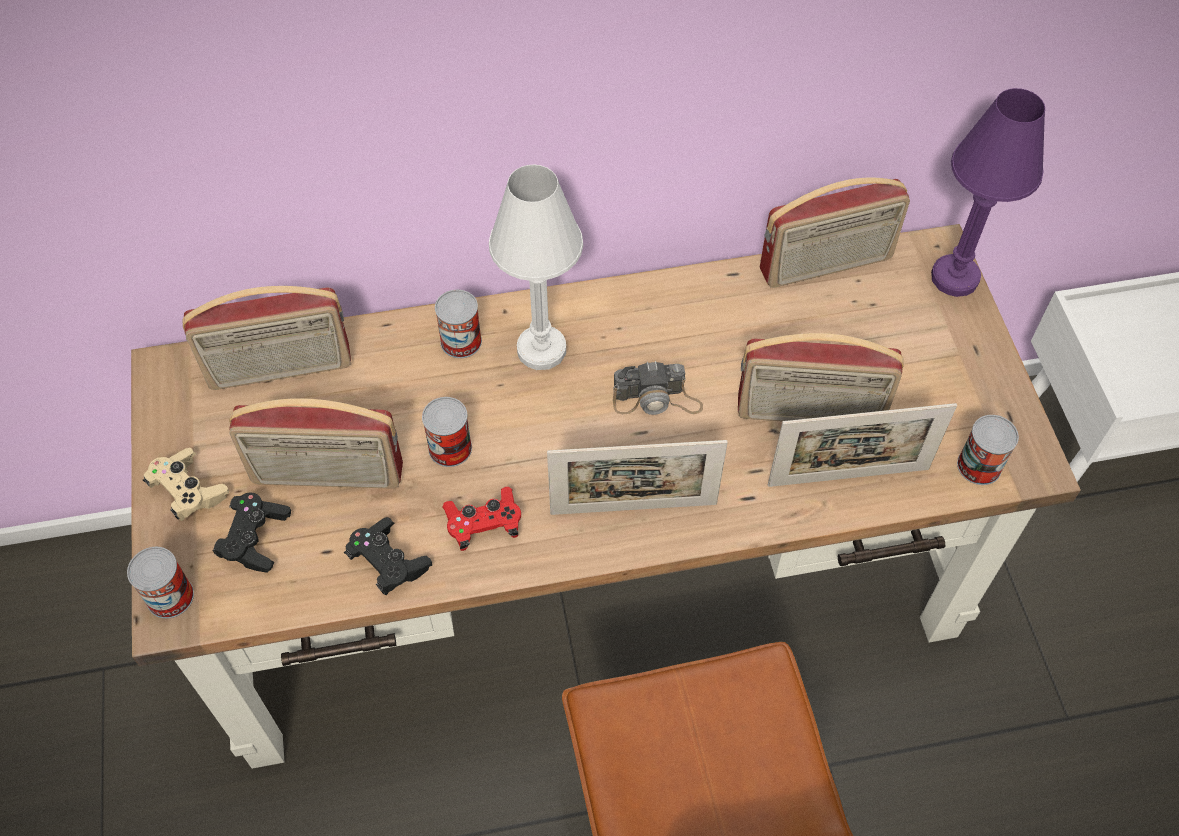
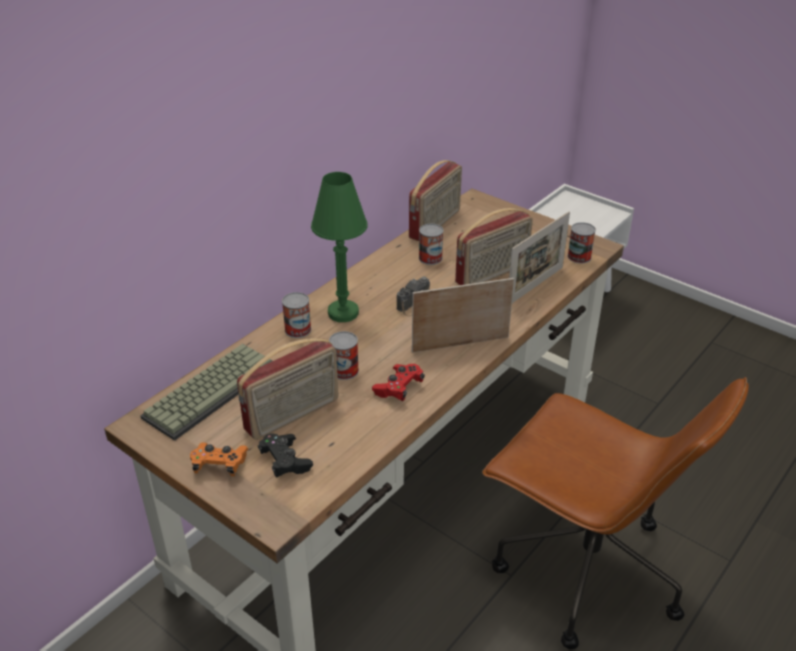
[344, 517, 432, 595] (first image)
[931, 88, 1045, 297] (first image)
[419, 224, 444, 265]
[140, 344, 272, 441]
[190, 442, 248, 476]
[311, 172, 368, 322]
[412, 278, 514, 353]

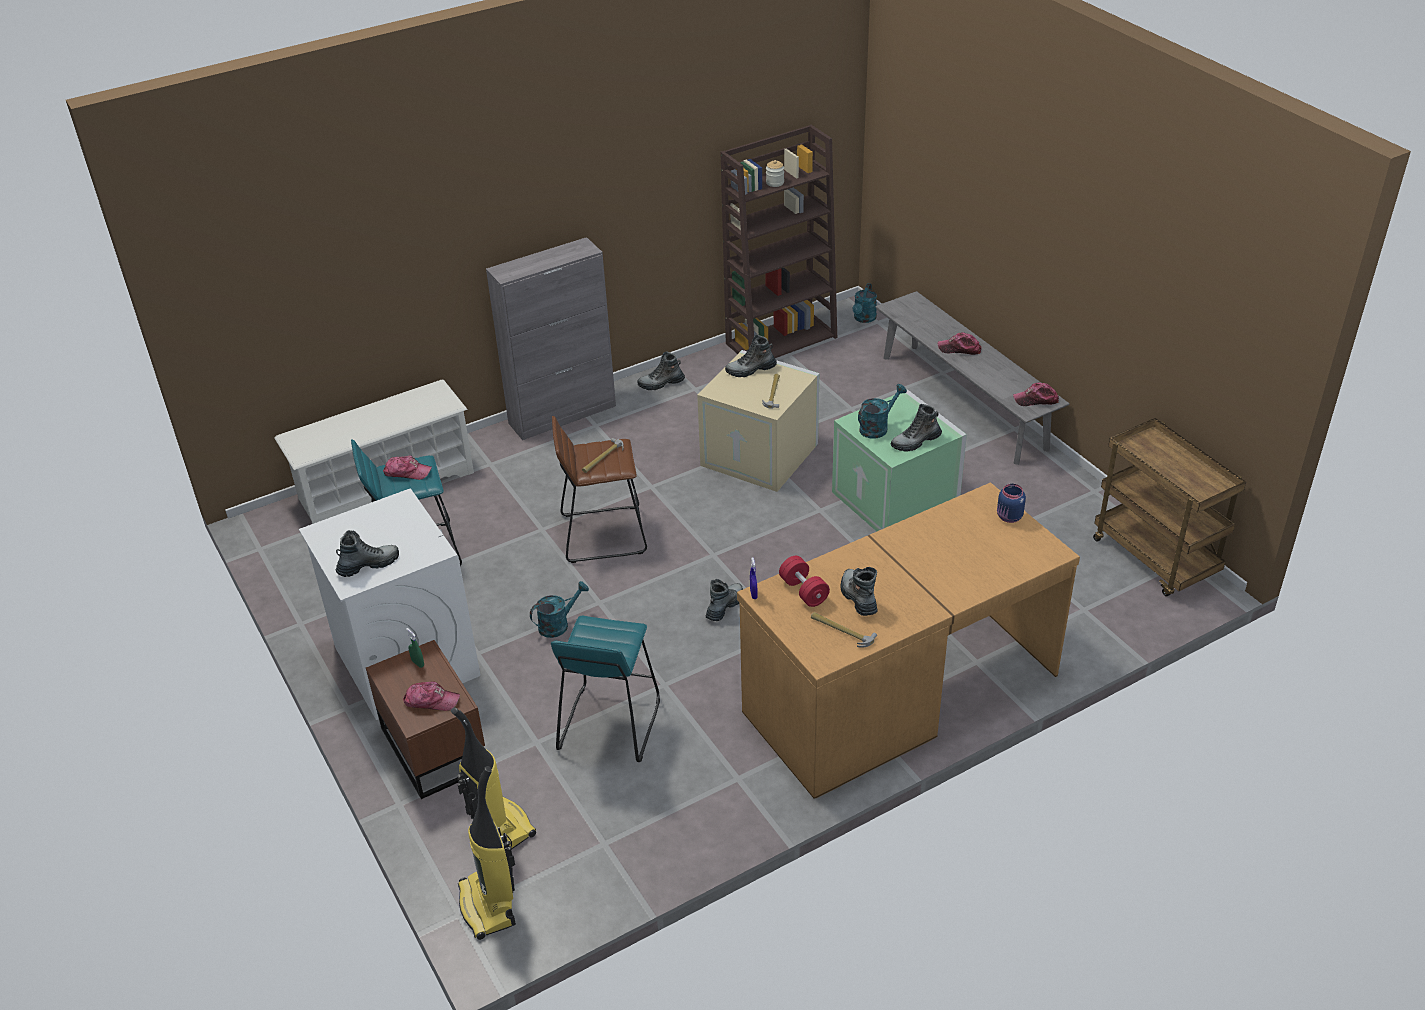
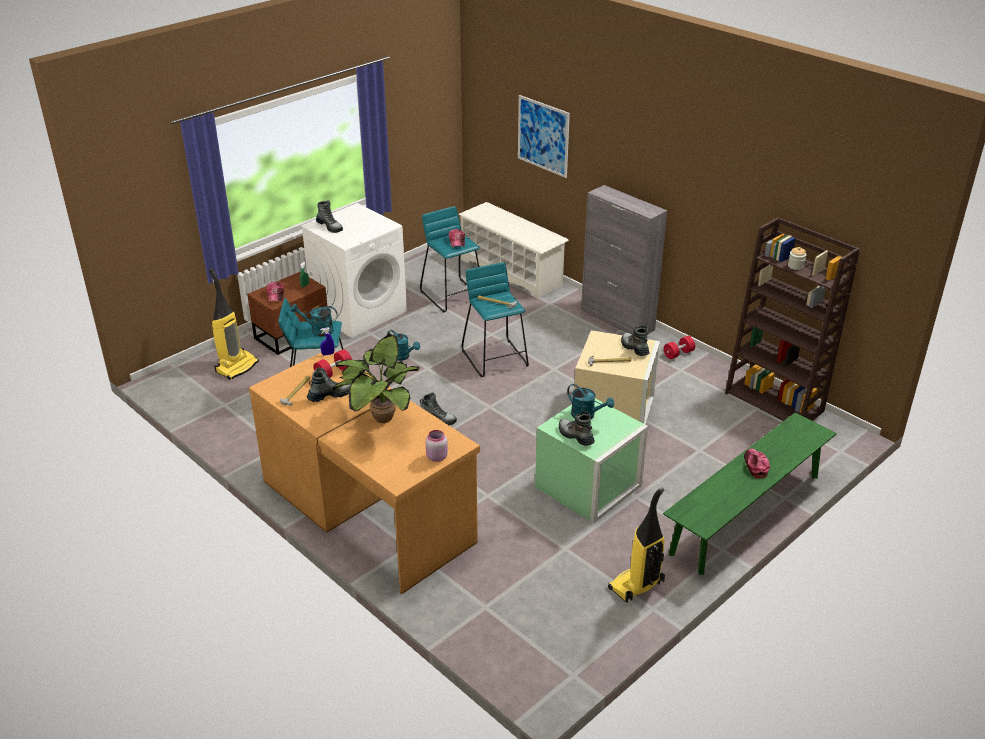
[1013, 383, 1059, 406] (first image)
[1093, 418, 1246, 596] (first image)
[332, 333, 420, 423]
[518, 95, 570, 178]
[608, 487, 665, 603]
[291, 304, 338, 337]
[664, 336, 695, 359]
[461, 262, 529, 377]
[663, 413, 837, 575]
[426, 430, 448, 462]

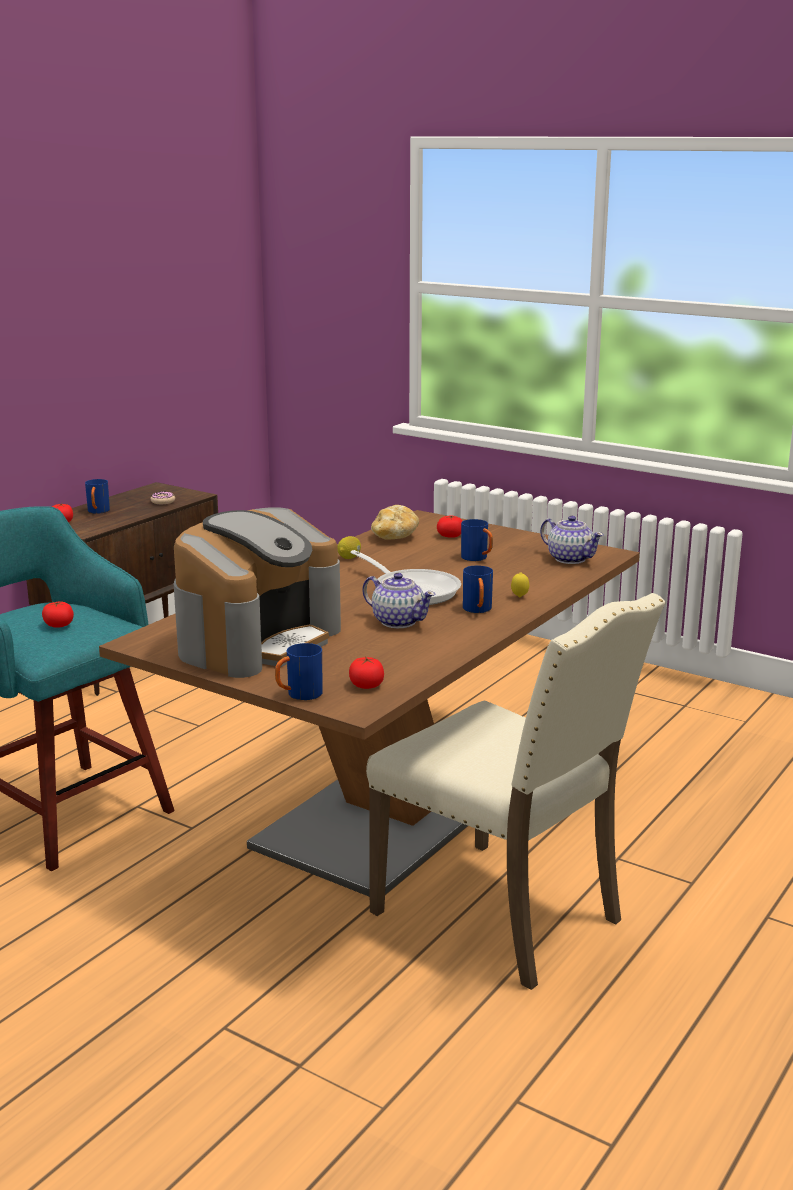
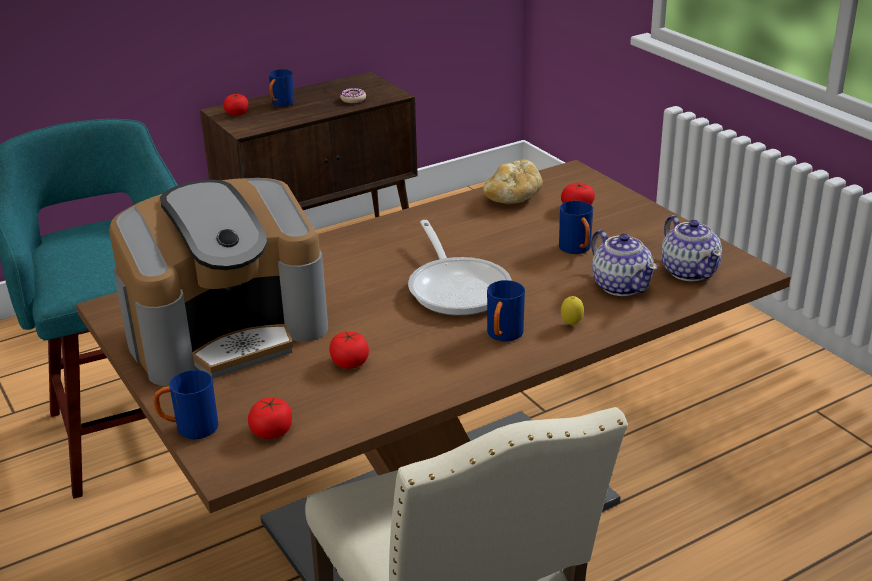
[338, 536, 361, 559] (first image)
[329, 331, 369, 369]
[591, 230, 658, 296]

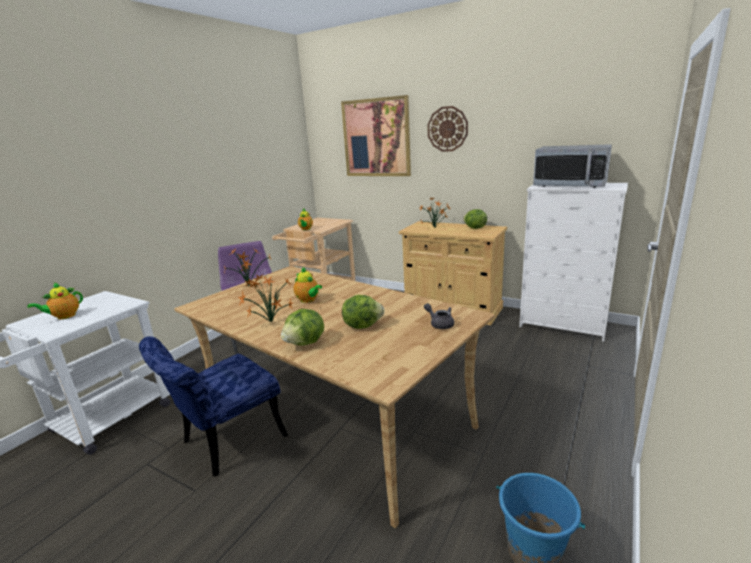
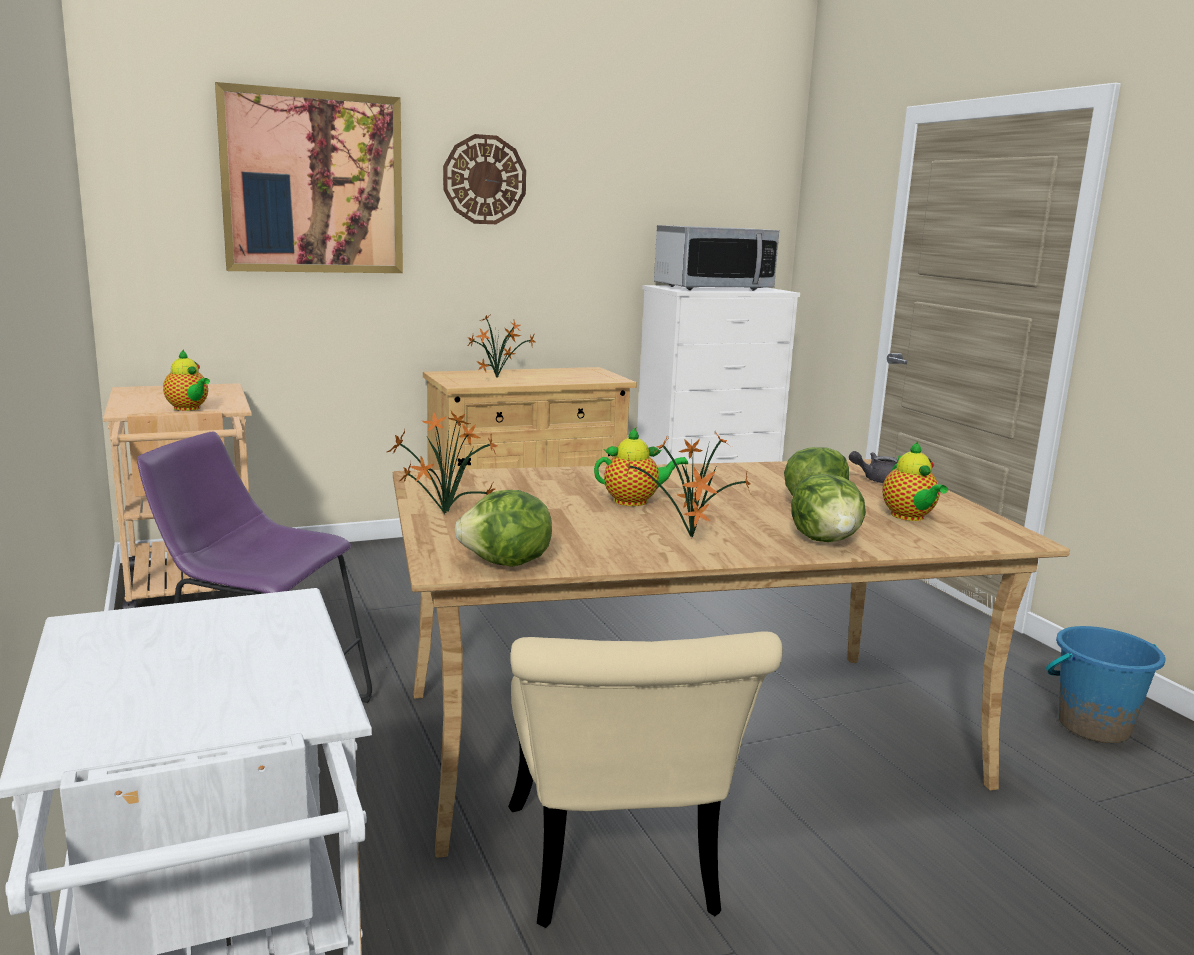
[882, 442, 948, 521]
[454, 490, 552, 567]
[508, 631, 783, 928]

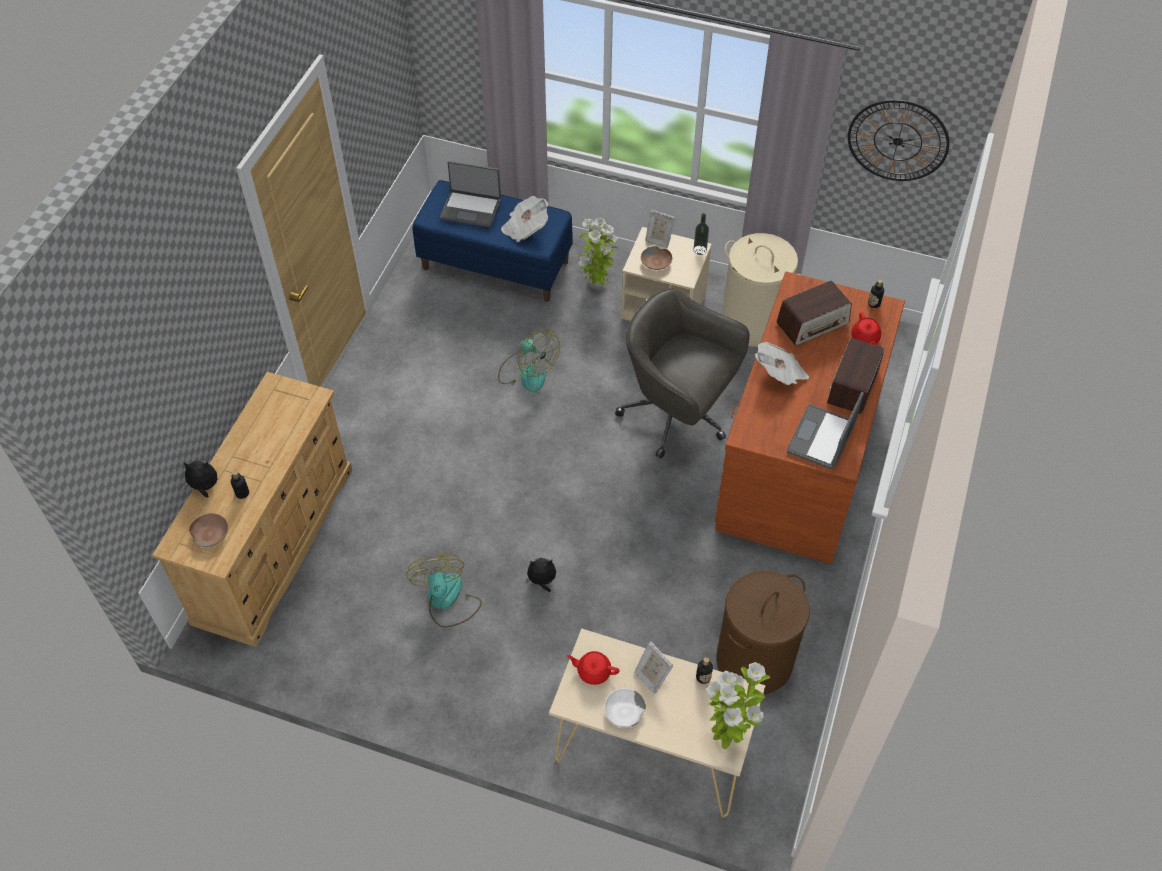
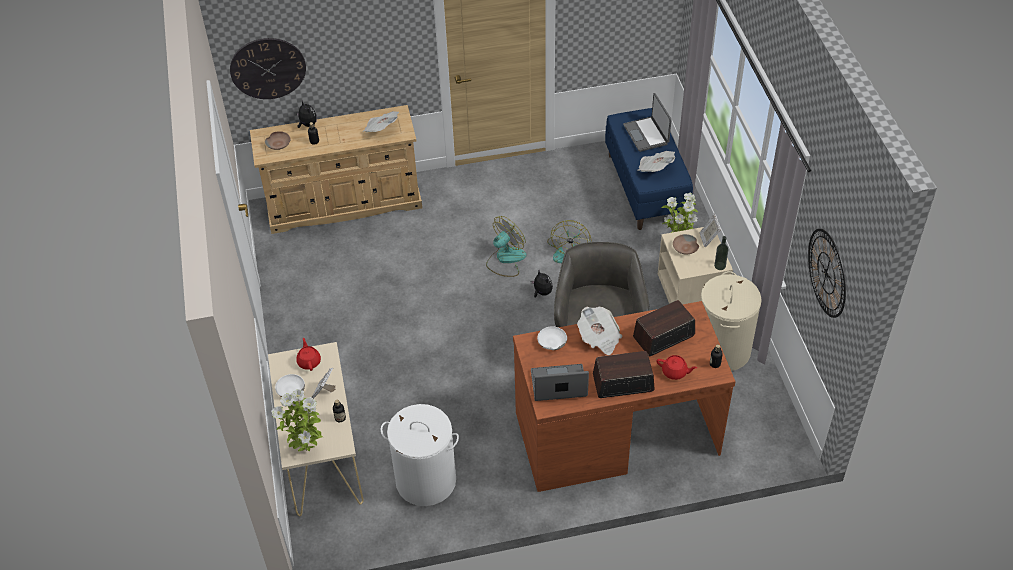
[230, 38, 306, 99]
[363, 111, 399, 132]
[537, 326, 567, 350]
[486, 216, 527, 277]
[531, 270, 553, 298]
[381, 404, 459, 506]
[633, 300, 695, 356]
[657, 355, 697, 380]

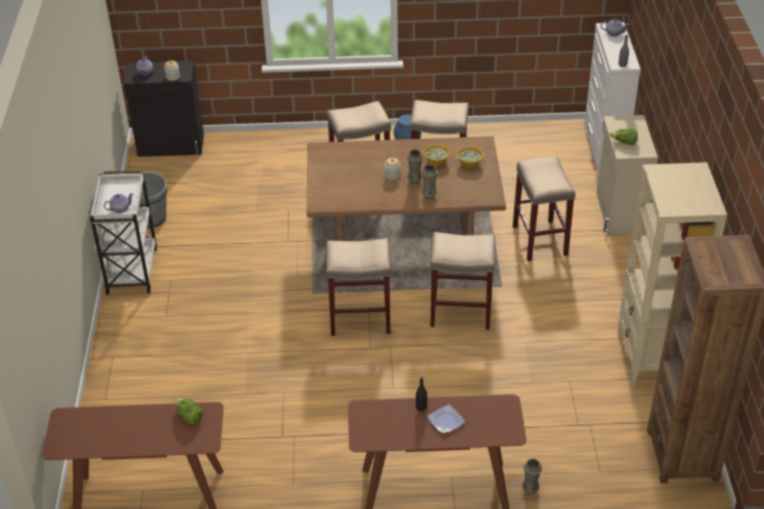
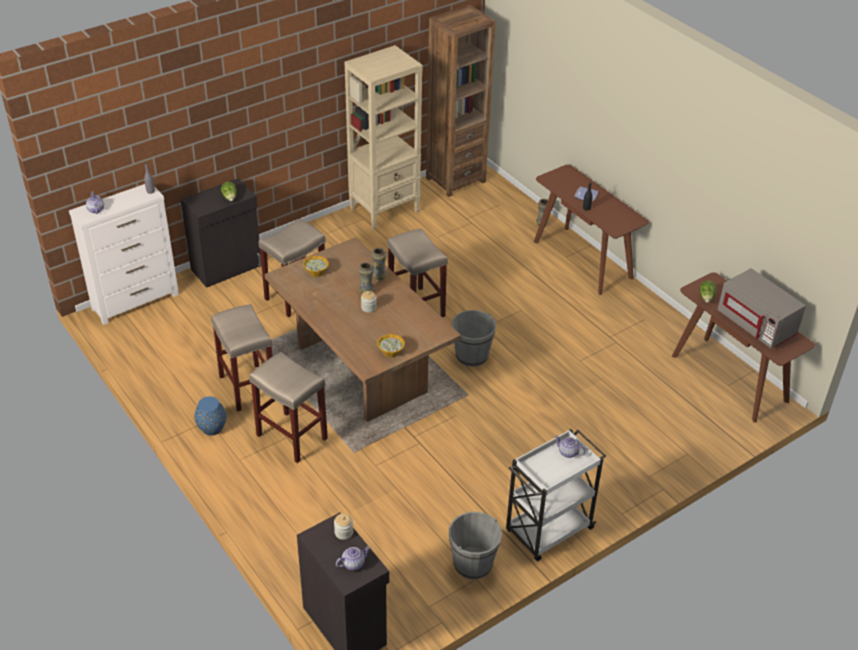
[718, 268, 806, 348]
[377, 334, 405, 358]
[452, 310, 496, 367]
[180, 178, 262, 288]

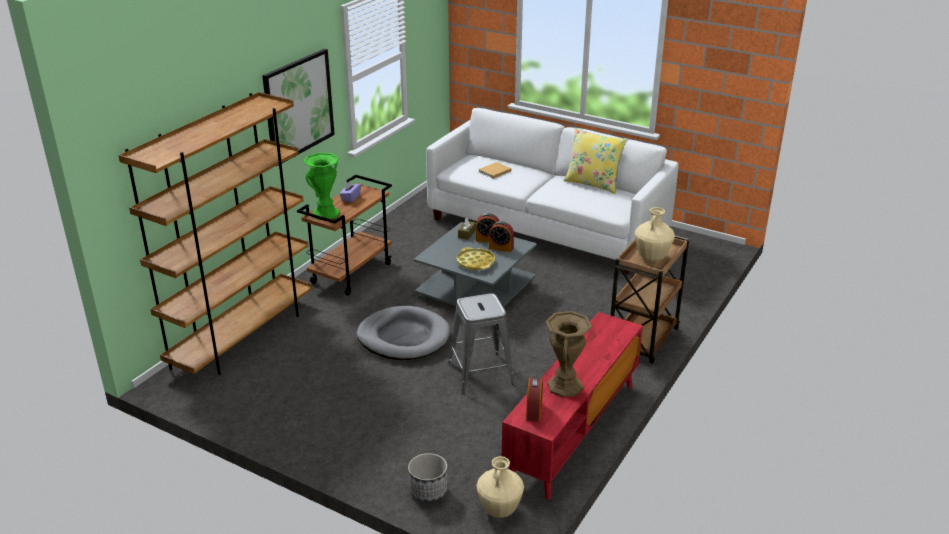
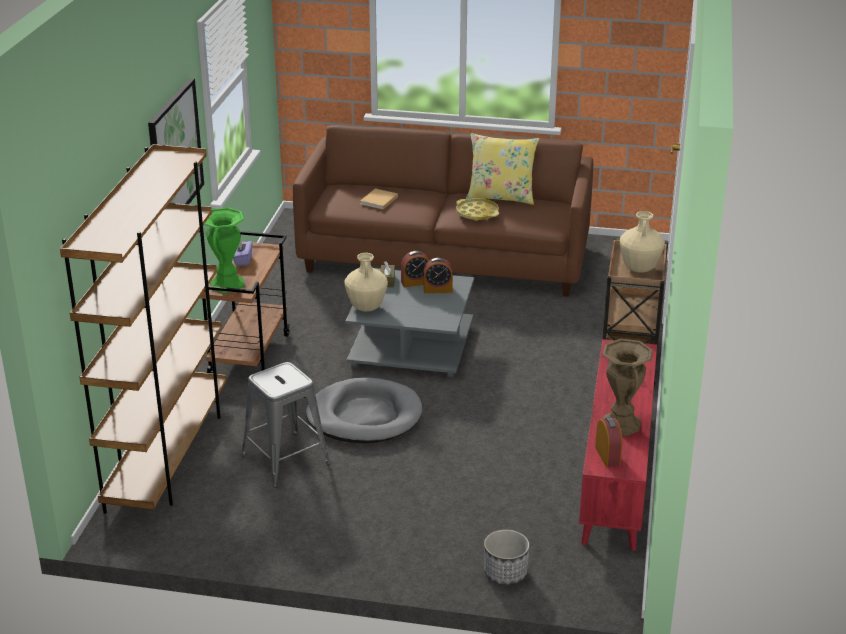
[241, 362, 330, 488]
[456, 198, 499, 221]
[344, 253, 388, 312]
[293, 125, 593, 297]

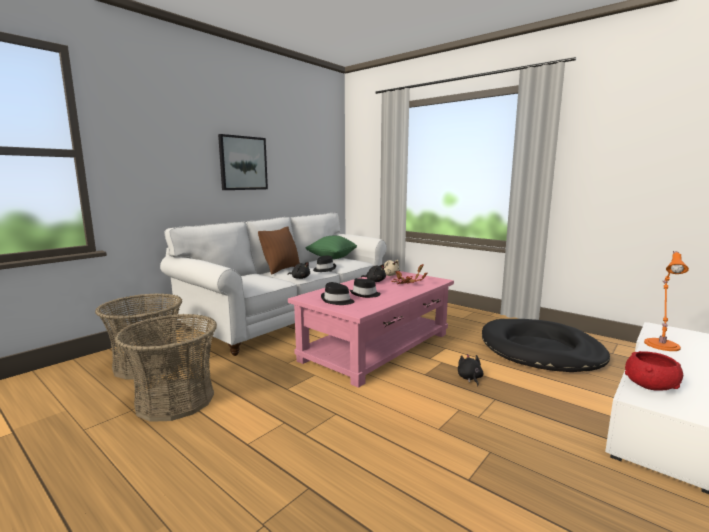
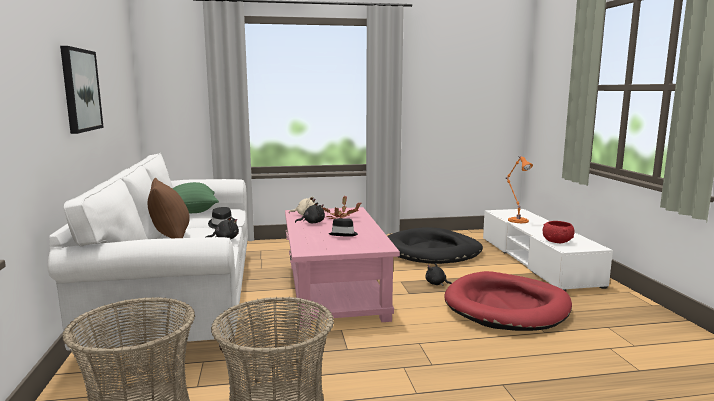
[321, 282, 355, 305] (first image)
[444, 271, 572, 331]

